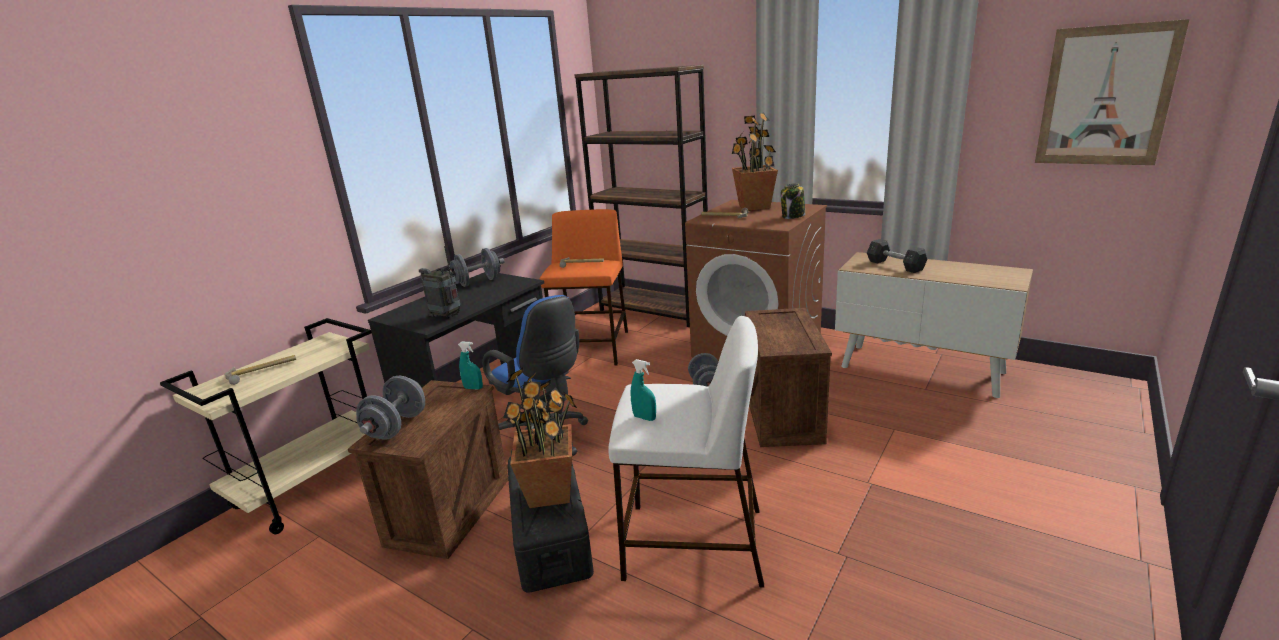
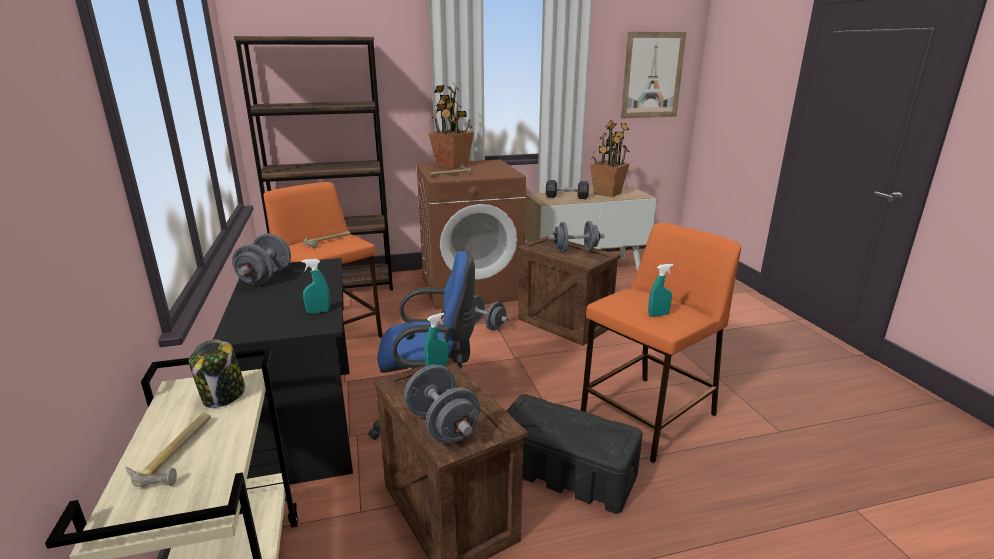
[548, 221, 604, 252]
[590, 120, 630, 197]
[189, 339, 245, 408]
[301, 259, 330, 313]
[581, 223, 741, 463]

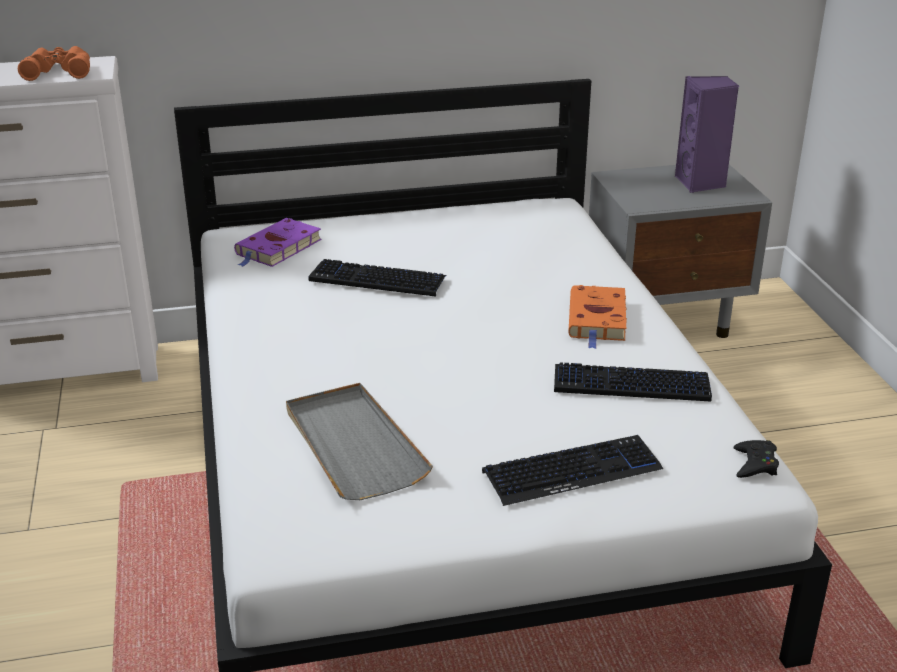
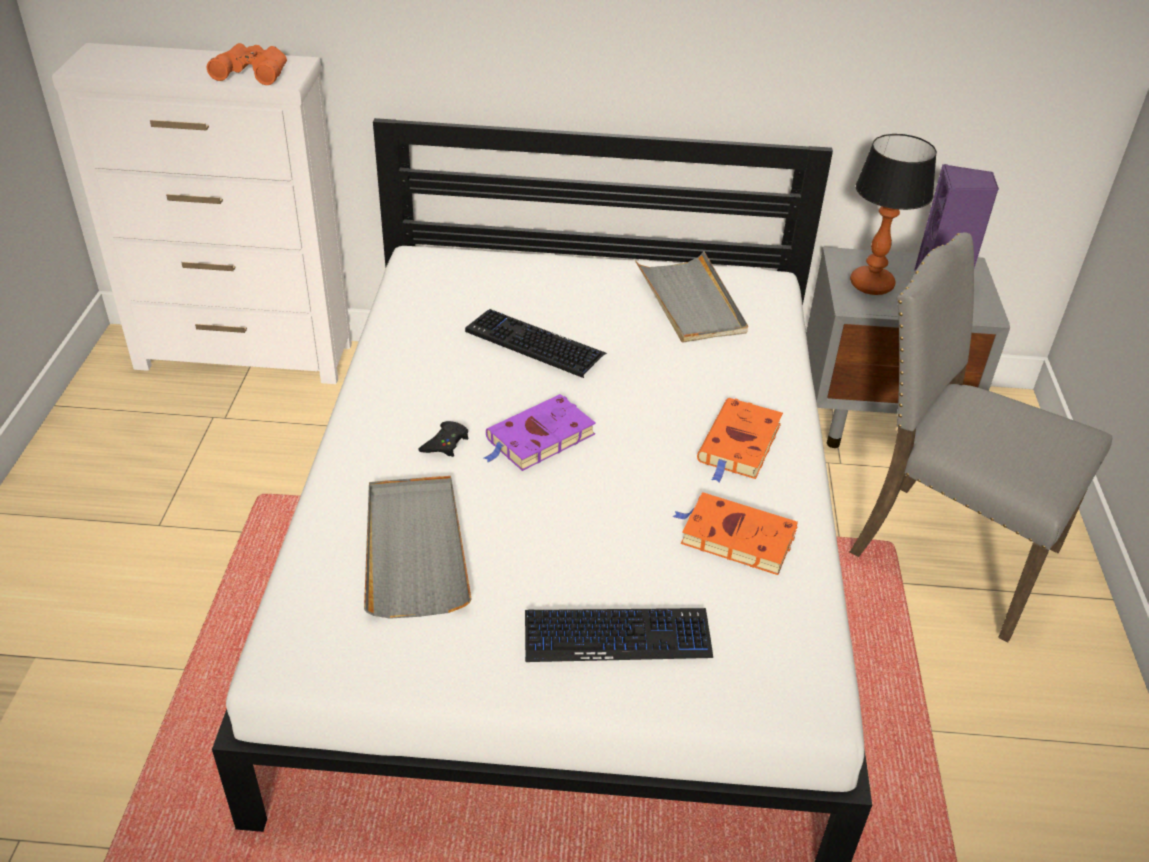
[635, 251, 748, 343]
[849, 232, 1112, 643]
[850, 134, 937, 295]
[484, 394, 596, 471]
[418, 421, 469, 457]
[672, 492, 798, 575]

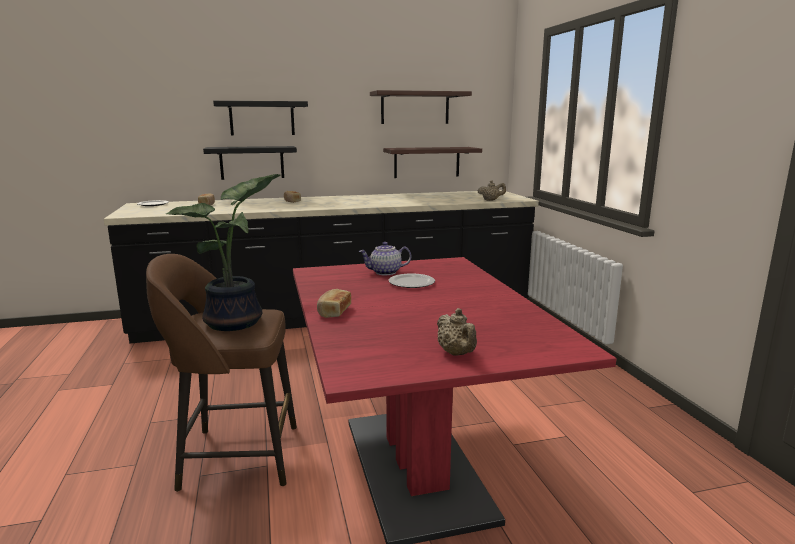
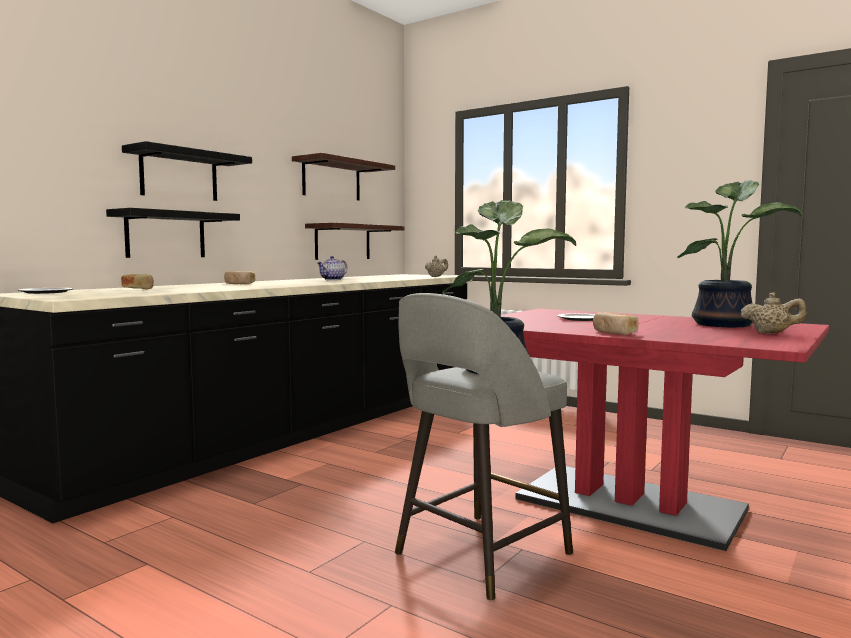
[677, 180, 802, 327]
[317, 256, 347, 280]
[395, 293, 573, 601]

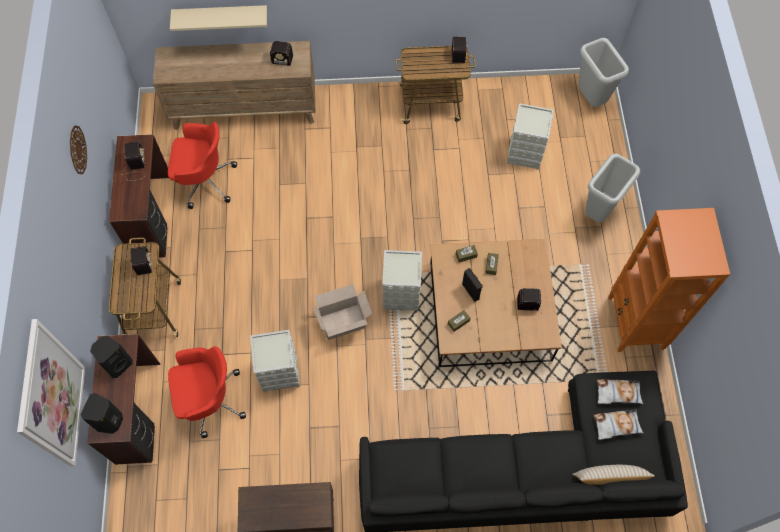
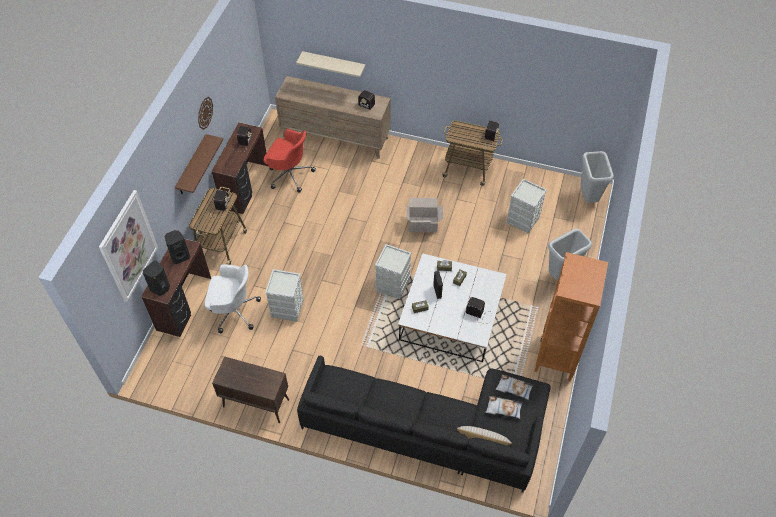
[175, 134, 223, 194]
[406, 198, 443, 232]
[205, 264, 261, 333]
[398, 253, 507, 362]

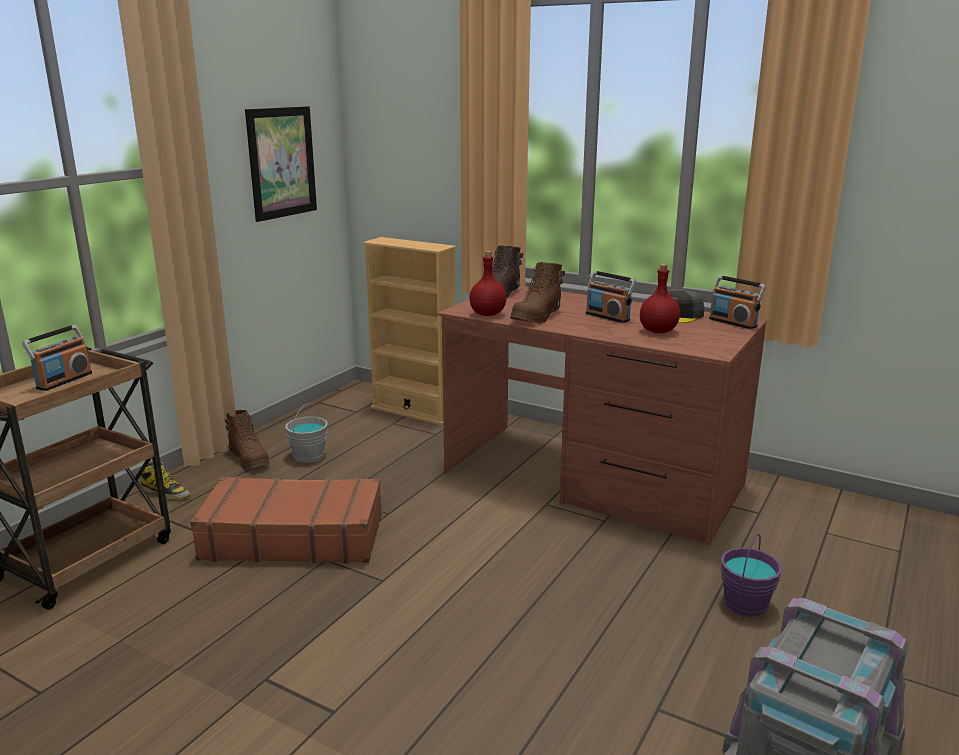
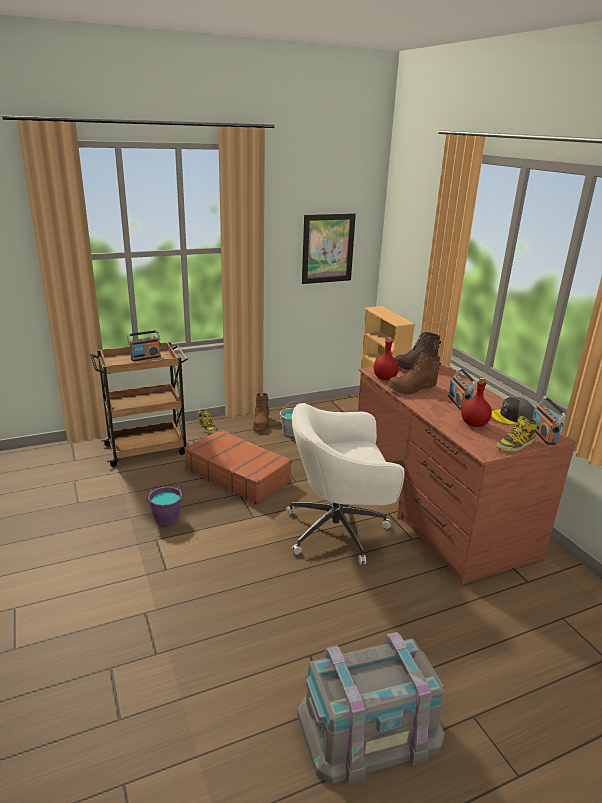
[286, 403, 405, 564]
[496, 416, 537, 452]
[147, 481, 183, 526]

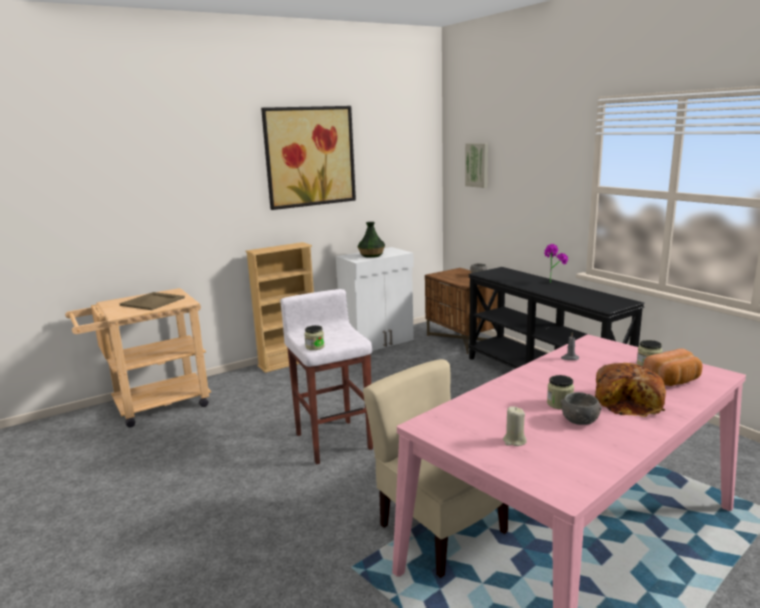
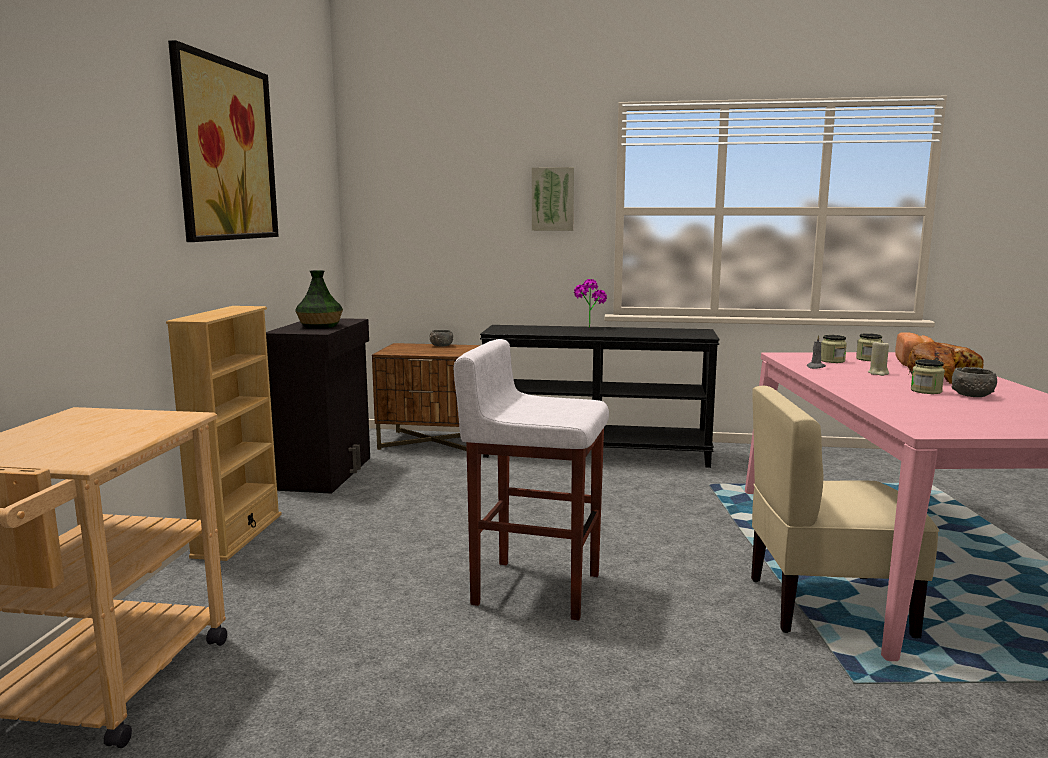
[120, 292, 185, 310] (first image)
[821, 335, 847, 363]
[532, 167, 574, 231]
[868, 340, 889, 376]
[266, 318, 370, 494]

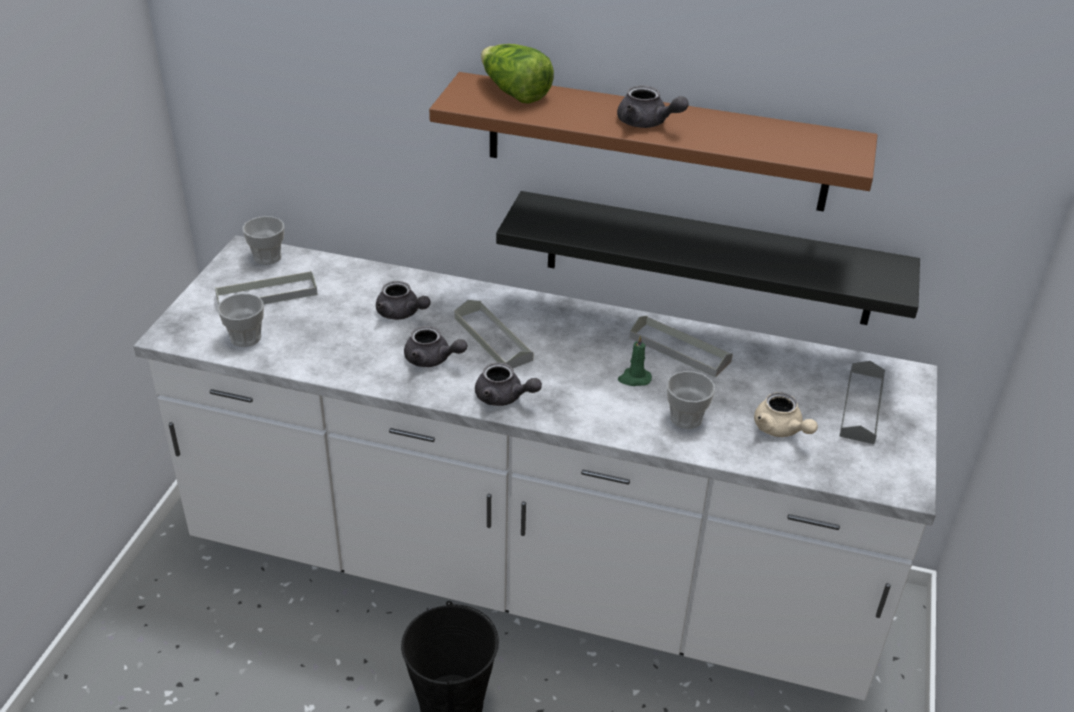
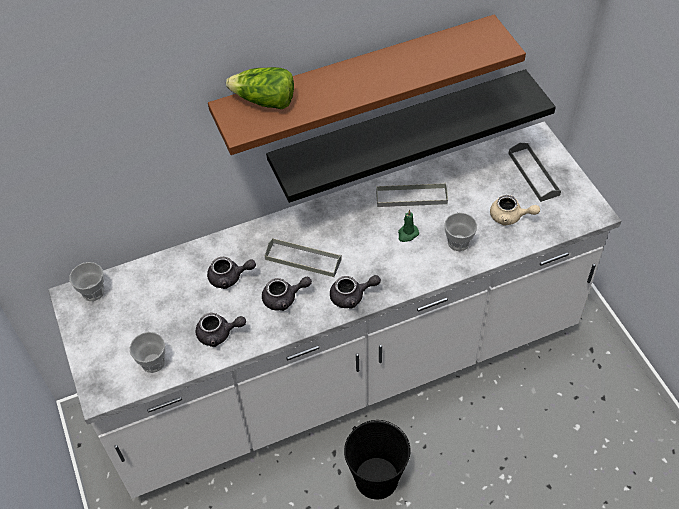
[215, 270, 318, 304] (first image)
[196, 313, 246, 347]

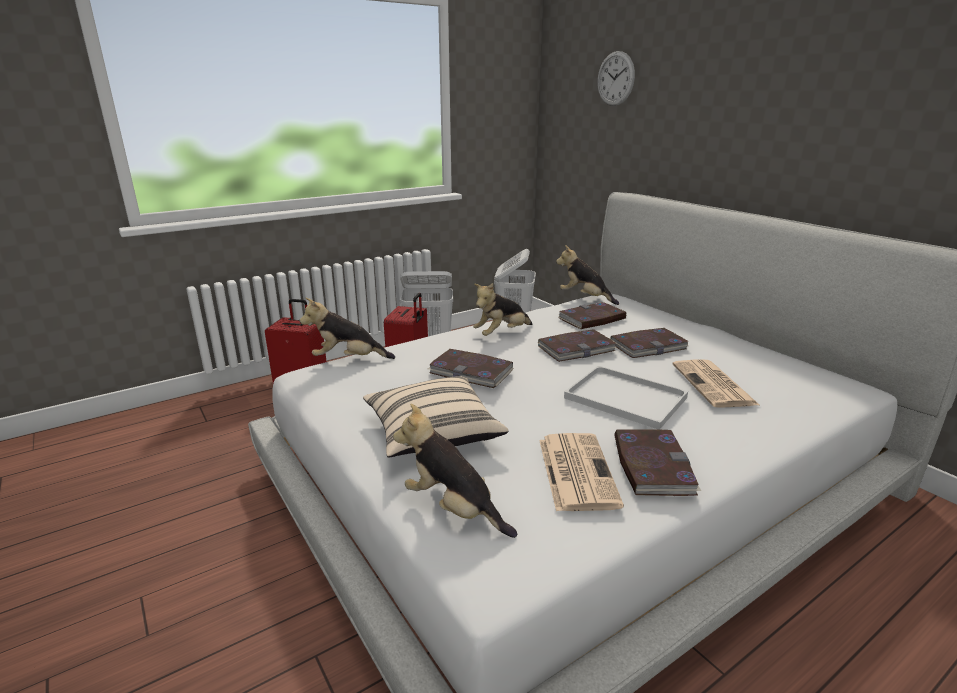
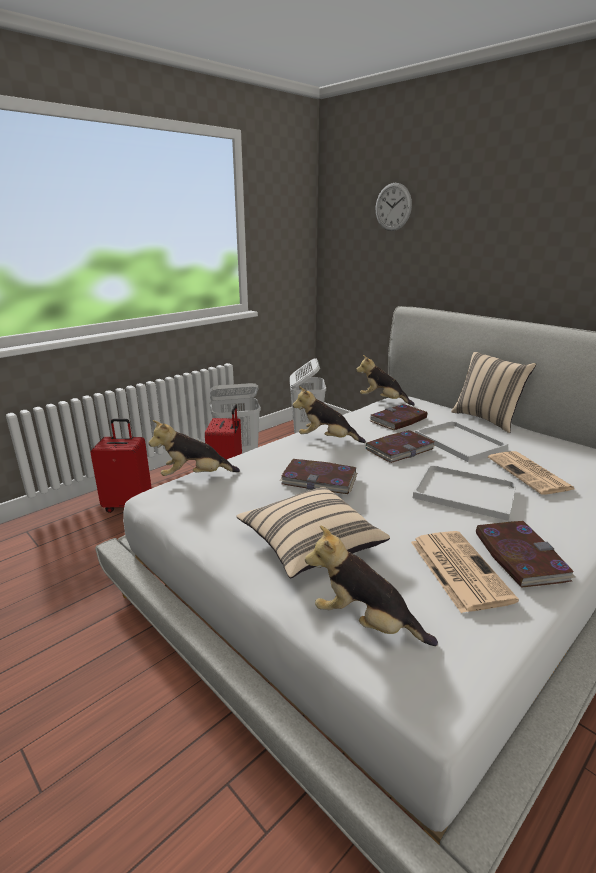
[451, 352, 536, 433]
[415, 421, 508, 462]
[292, 386, 366, 443]

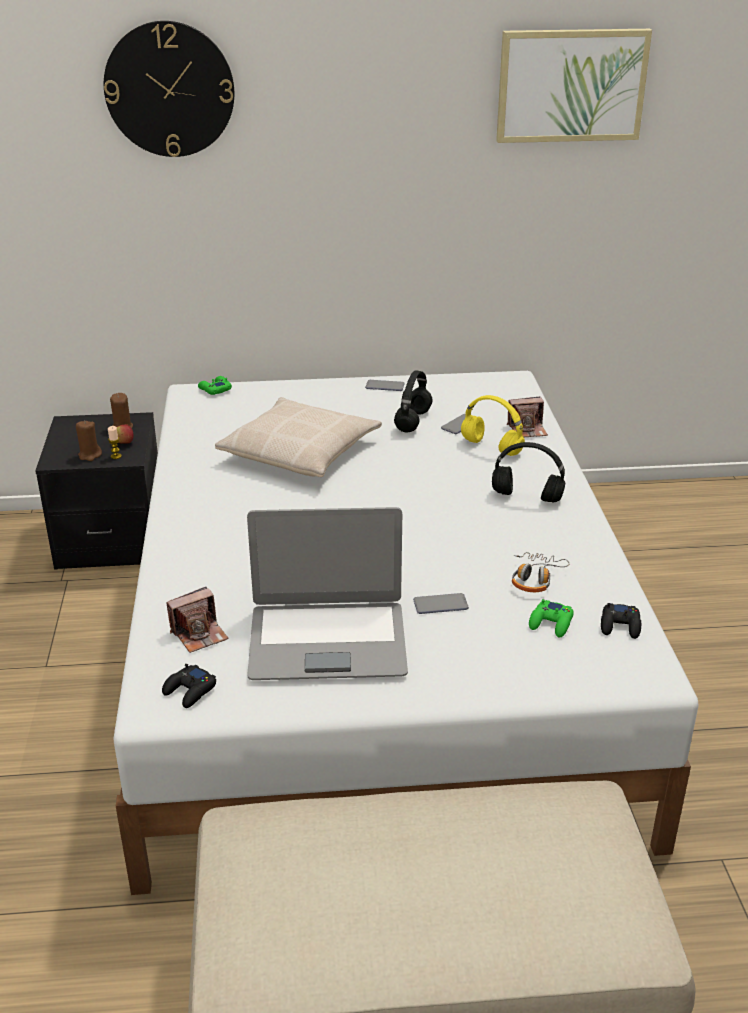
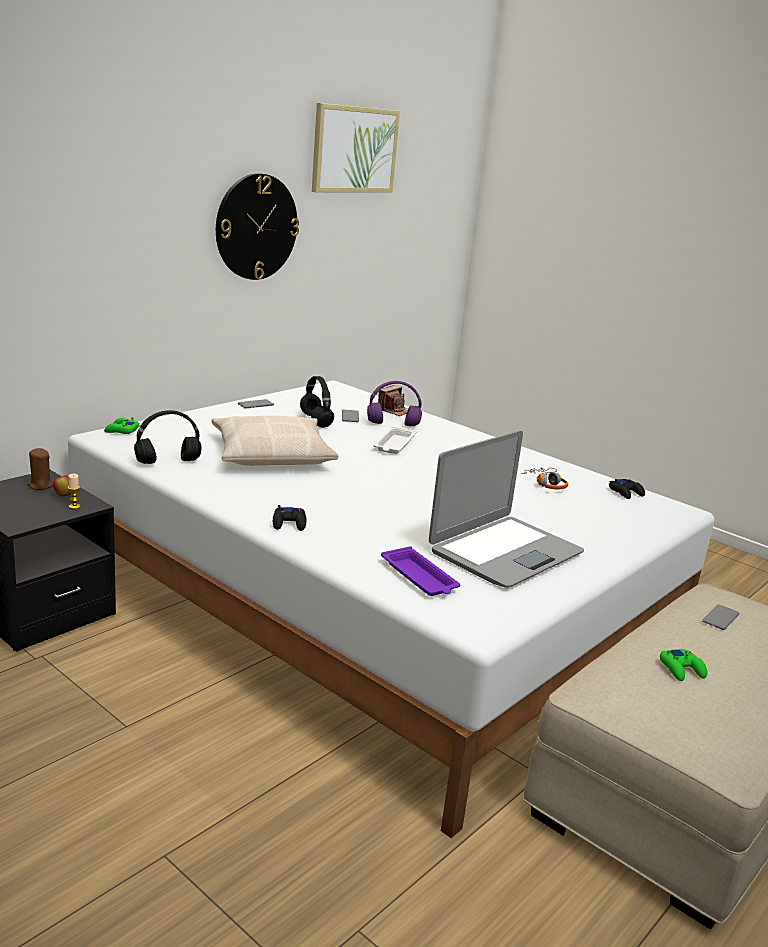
[76, 420, 102, 461] (first image)
[373, 426, 416, 454]
[216, 173, 299, 280]
[273, 505, 306, 531]
[702, 604, 739, 630]
[134, 410, 201, 464]
[660, 649, 707, 681]
[381, 546, 460, 596]
[367, 381, 422, 426]

